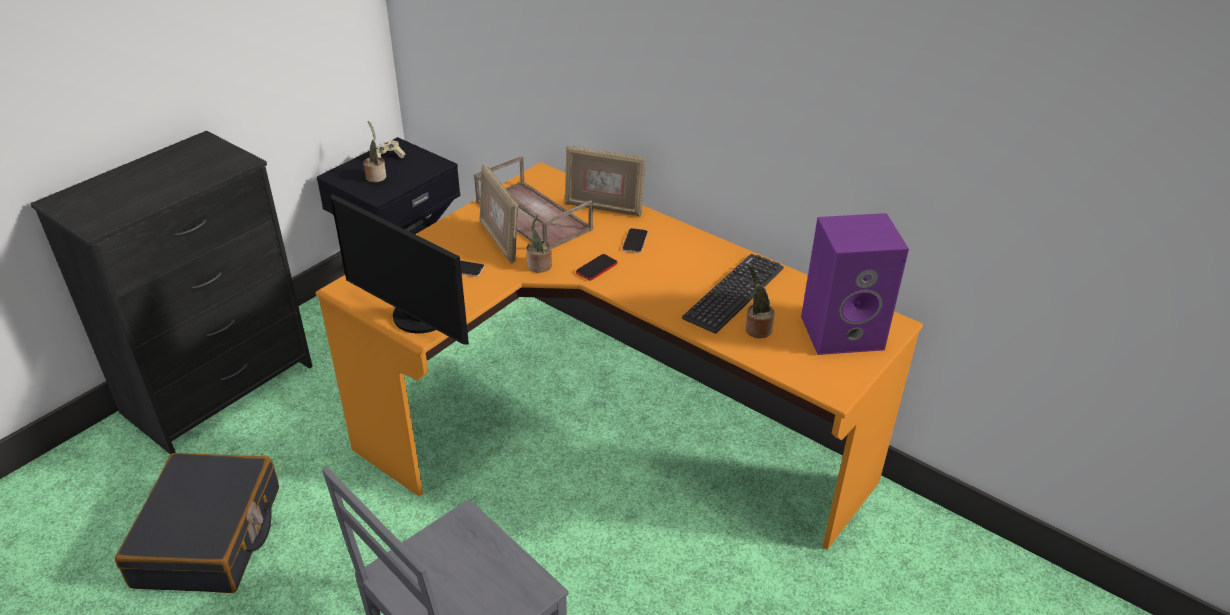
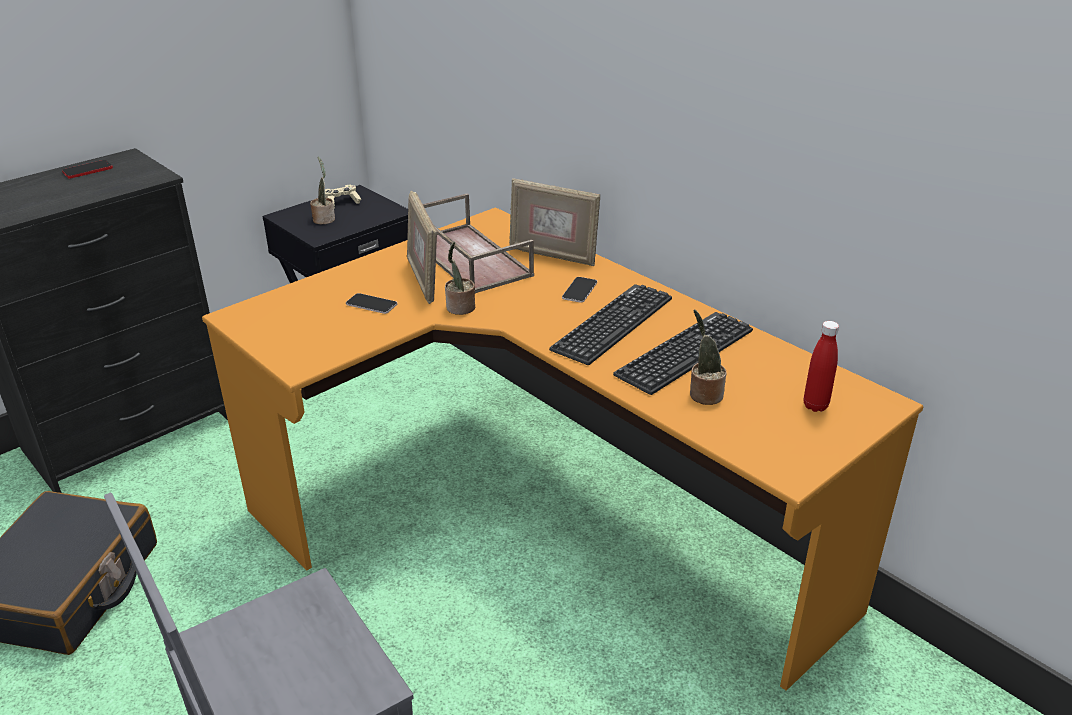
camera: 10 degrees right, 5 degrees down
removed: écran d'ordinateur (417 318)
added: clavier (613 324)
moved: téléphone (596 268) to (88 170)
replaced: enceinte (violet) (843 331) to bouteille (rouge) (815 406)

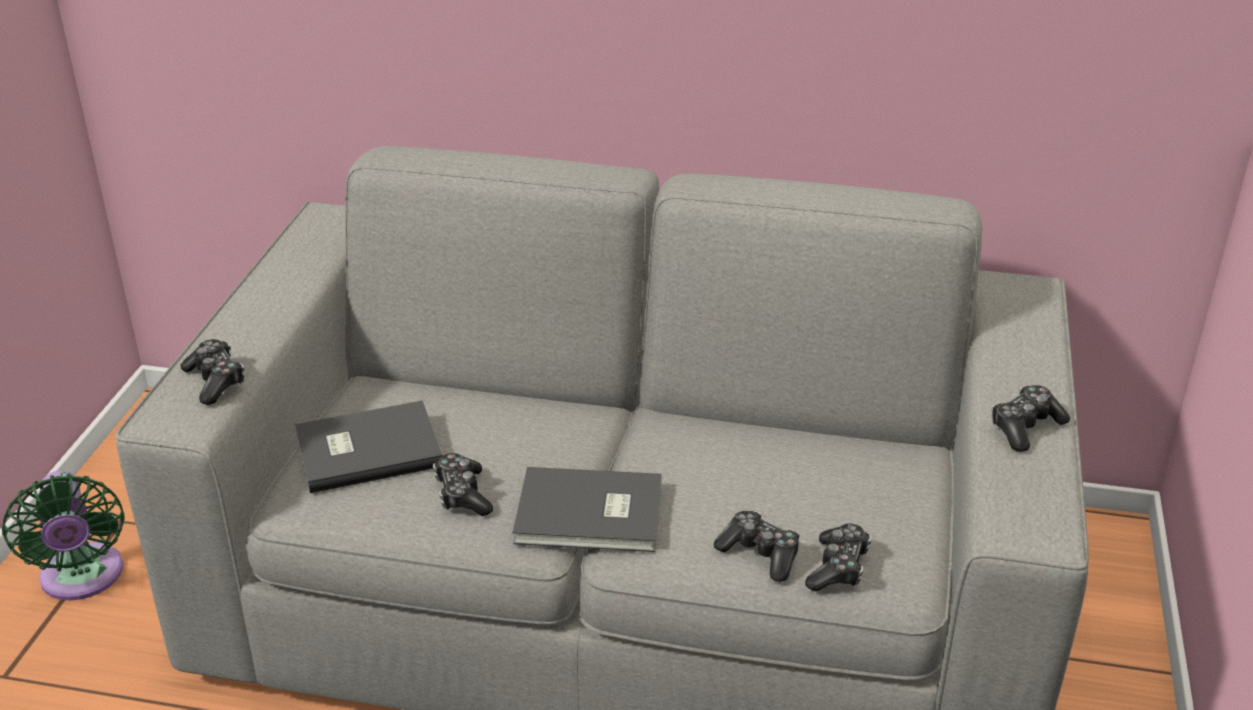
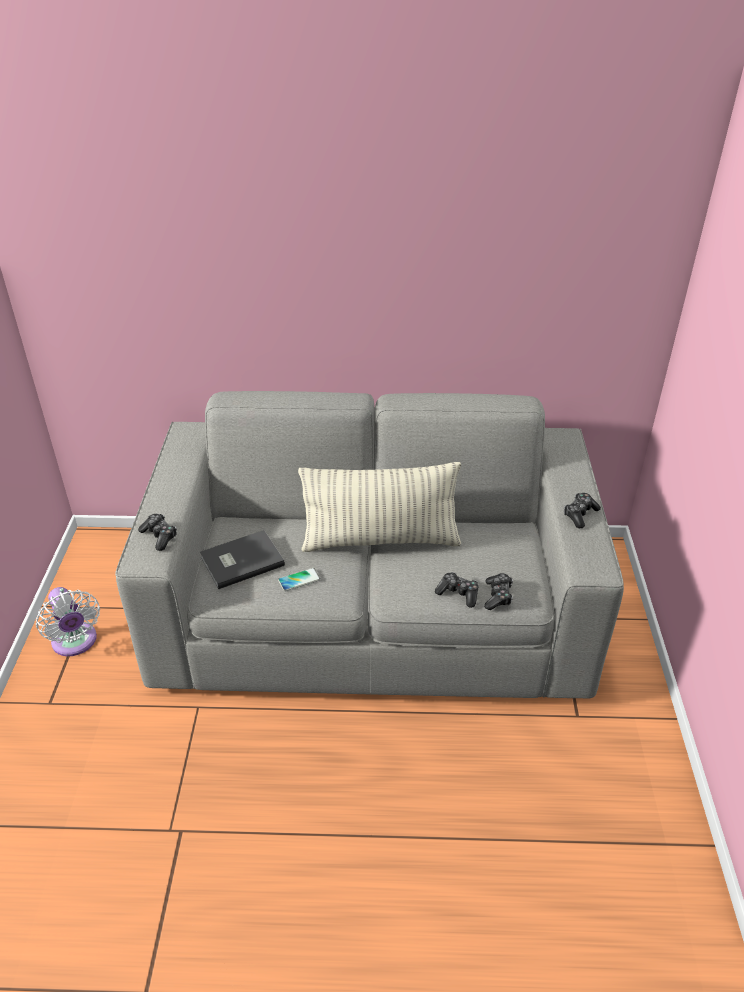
camera: 10 degrees left, 5 degrees up
removed: livre (gris) (591 516)
added: coussin (380 540)
replaced: manette (462 494) to téléphone (299 580)
recoloured: ventilateur (vert) (82 579) to ventilateur (blanc) (75 643)

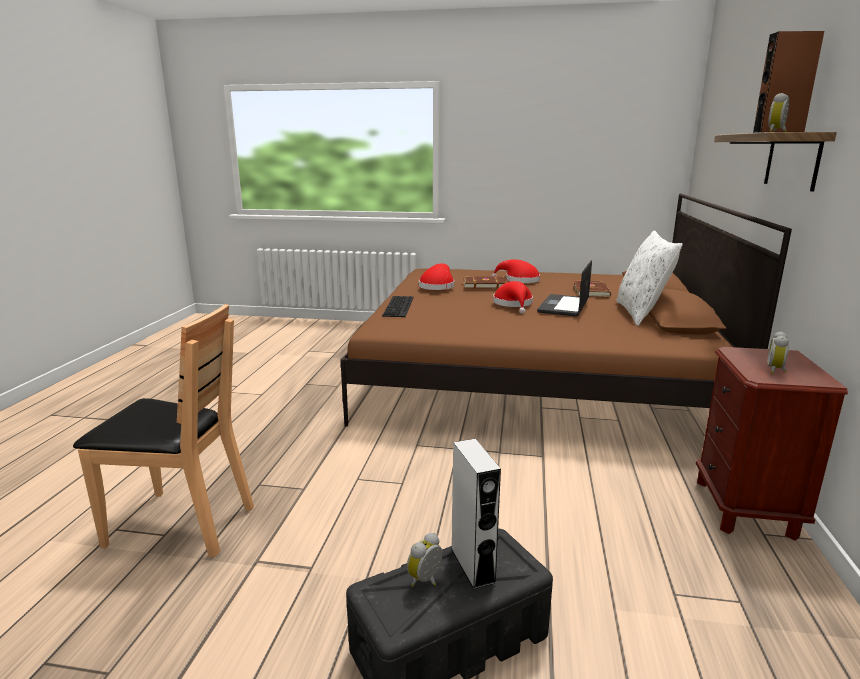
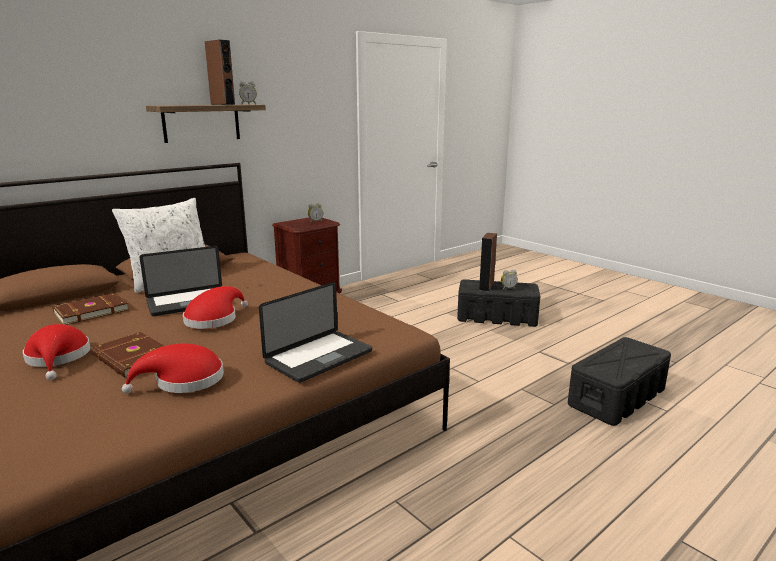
camera: 140 degrees left, 0 degrees up
replaced: clavier (400 306) to ordinateur portable (319 357); chaise (marron) (181 524) to boîte de rangement (noir) (617 397)
recoloured: enceinte (gris) (472 565) to enceinte (marron) (486 286)

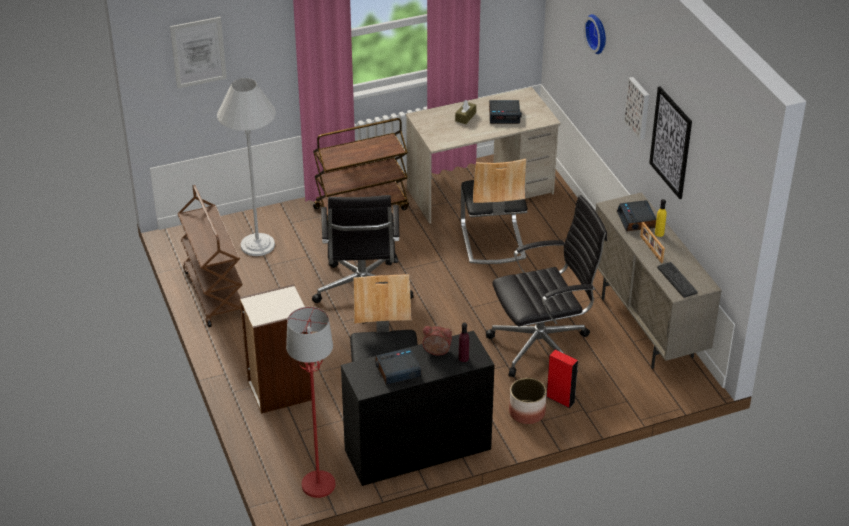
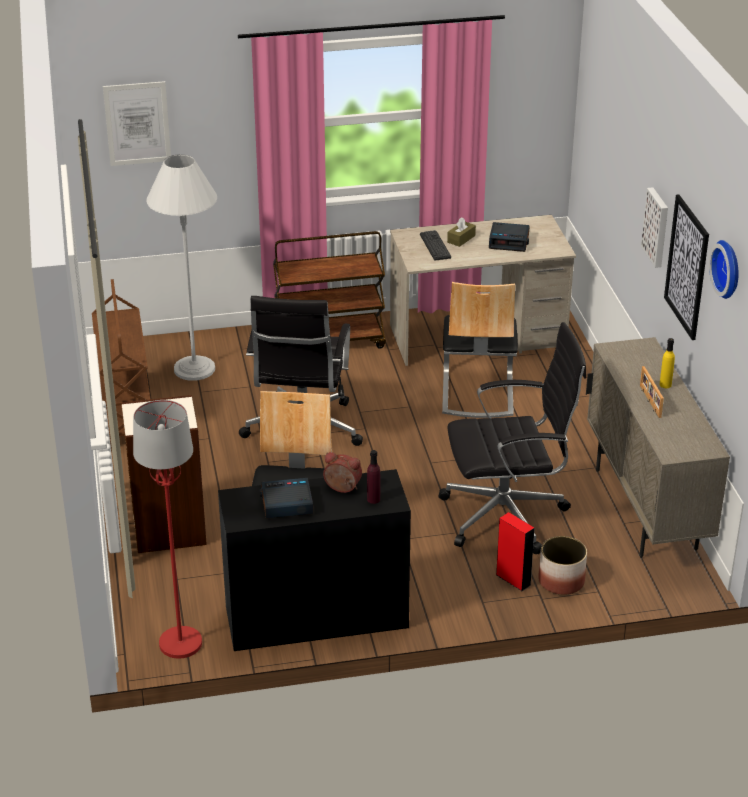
camera: 10 degrees right, 5 degrees down
removed: réveil (637 220)
moved: horloge murale (598 33) to (729 268); clavier (677 280) to (435 246); cache-pot (526 413) to (561 581)

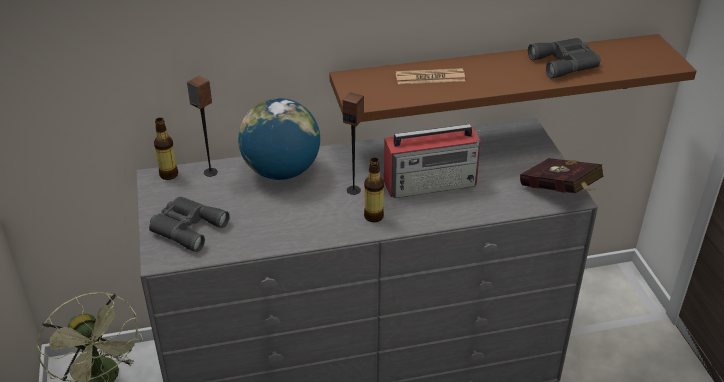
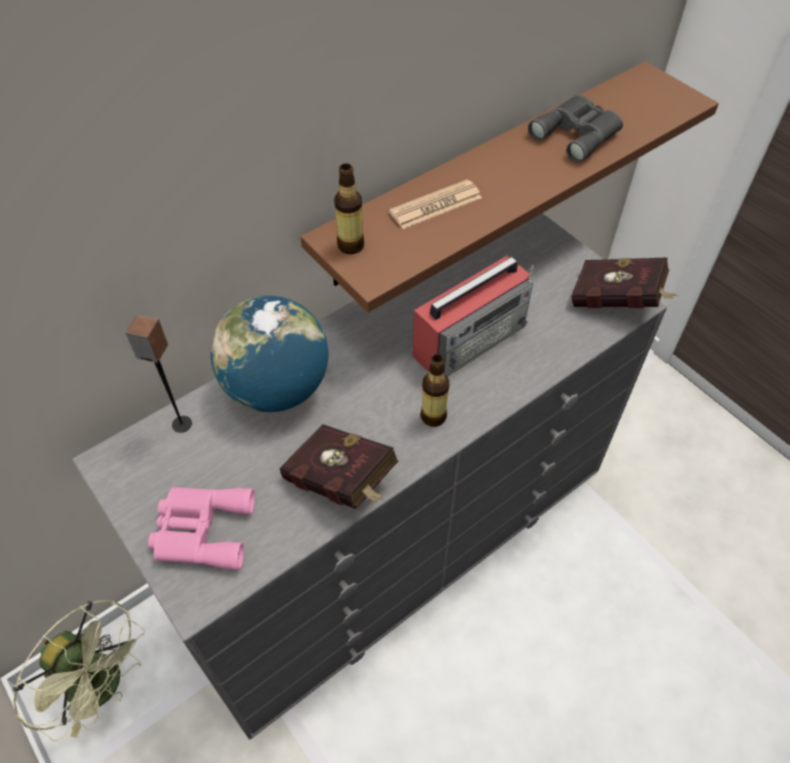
camera: 25 degrees left, 15 degrees up
removed: enceinte (354 190)
added: livre (rouge) (342 483)
moved: bouteille (168 175) to (350 245)
recoloured: jumelles (gris) (186 227) to jumelles (rose) (201 530)

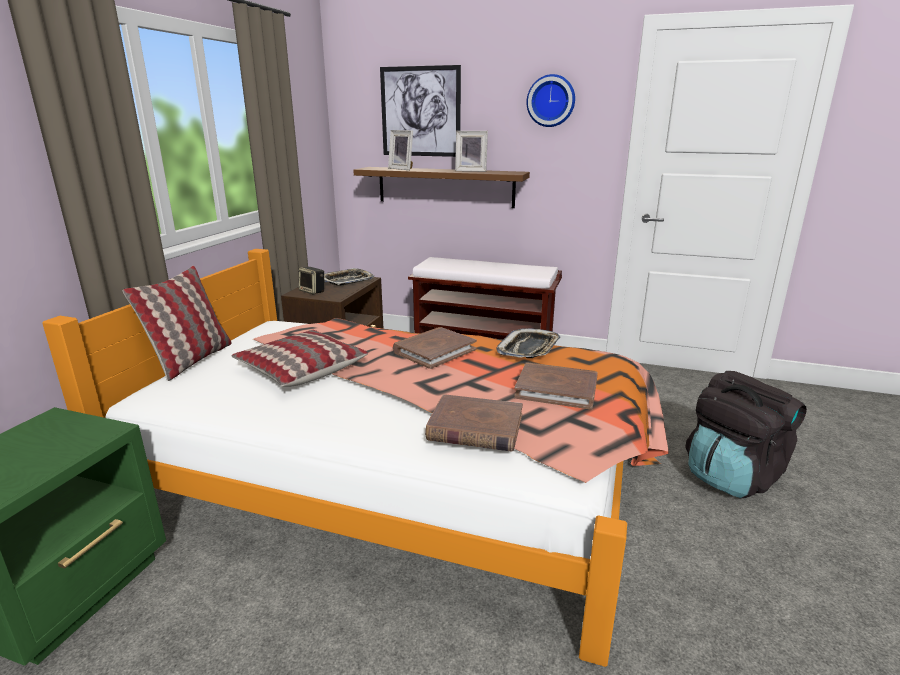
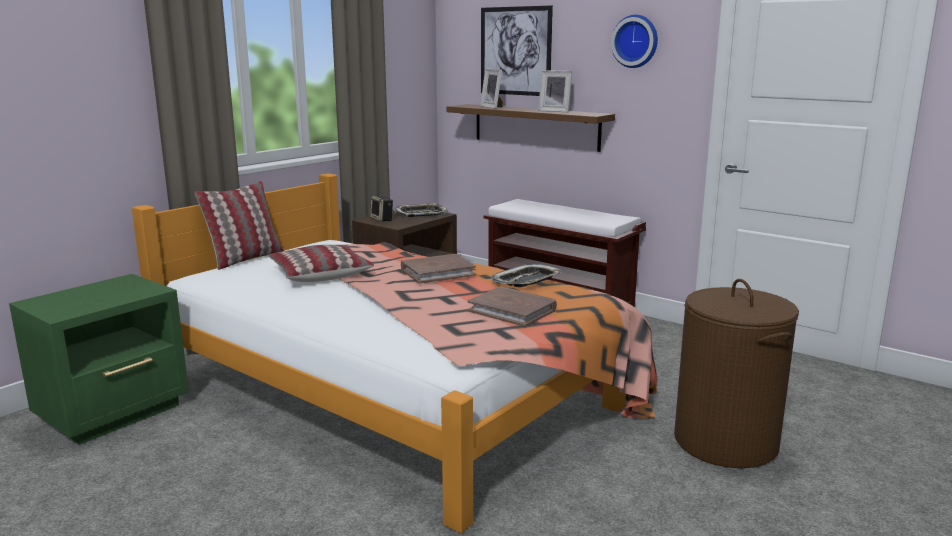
camera: 20 degrees right, 5 degrees down
removed: livre (marron) (475 427)
replaced: sac à dos (noir) (732 476) to panier à linge (marron) (726 442)

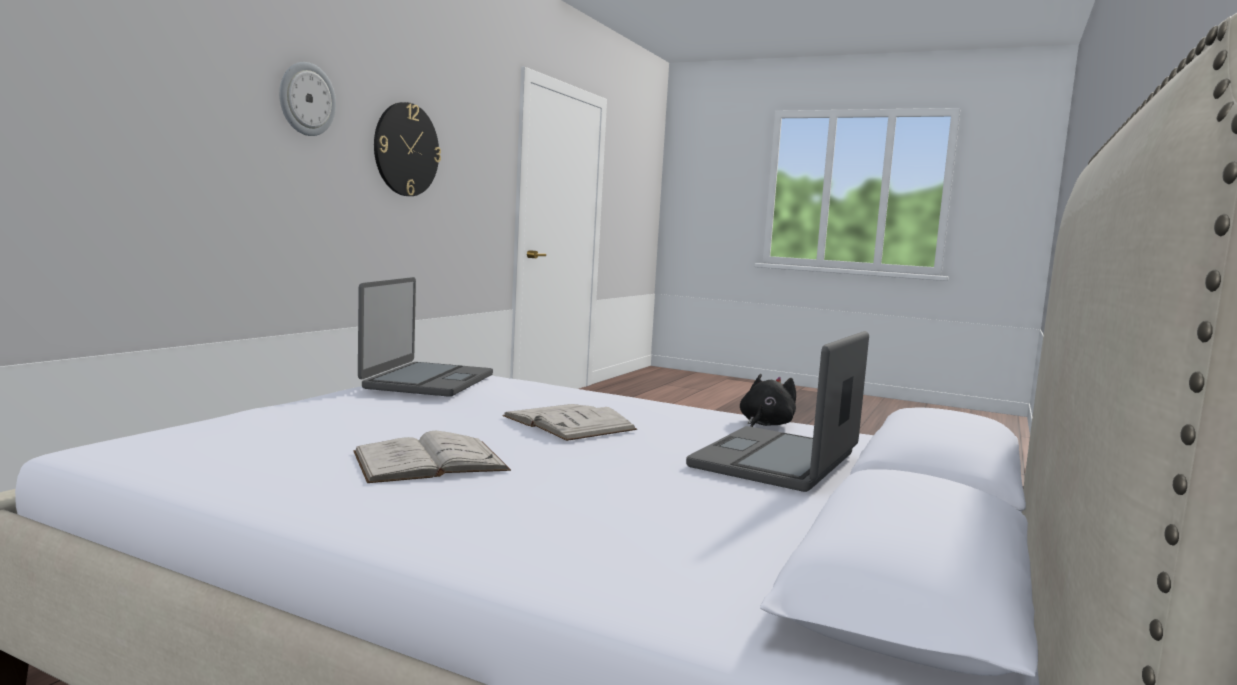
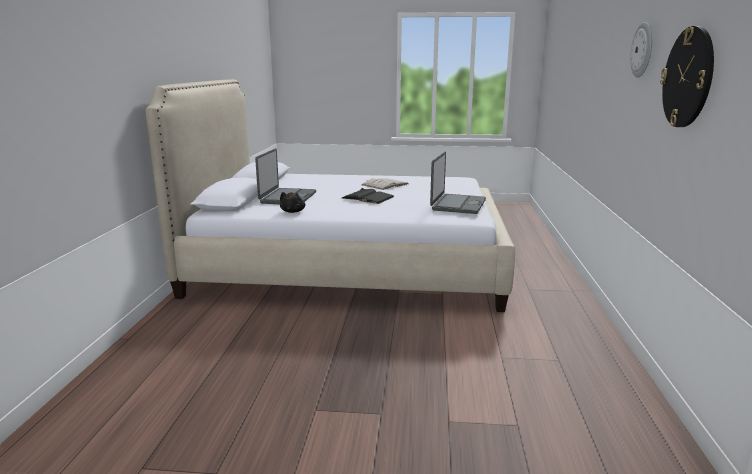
camera: 160 degrees right, 10 degrees up
recoloured: livre (blanc) (568 423) to livre (noir) (367 197)
turned: ordinateur portable (427 381) = (457 205) 150 degrees counterclockwise

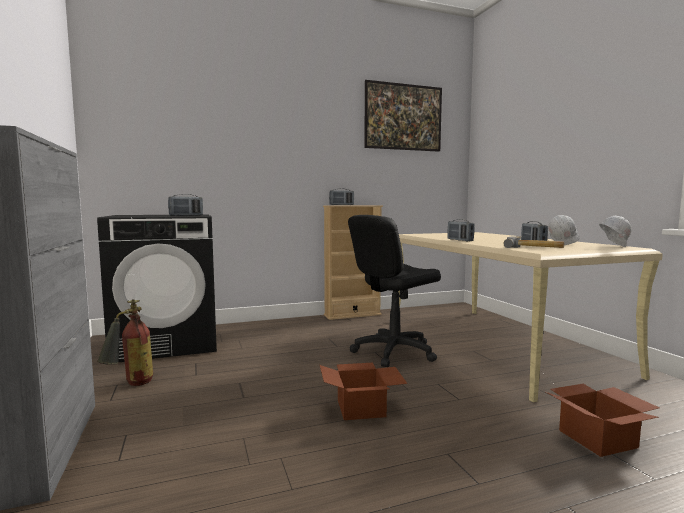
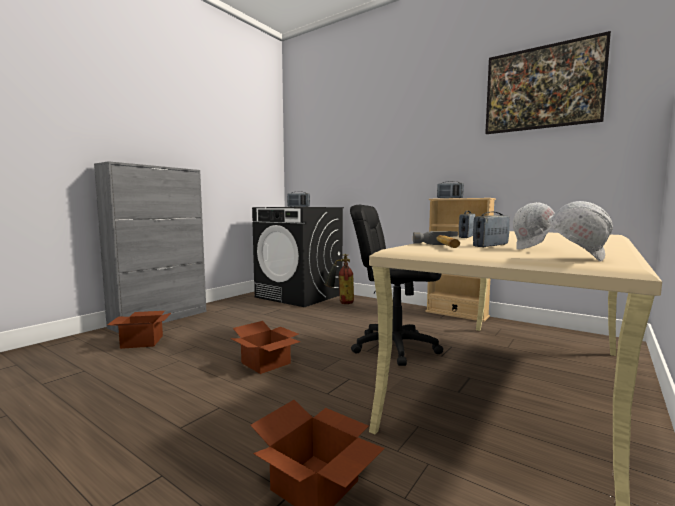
camera: 55 degrees right, 0 degrees up
added: carton (143 341)
moved: extincteur (130 385) to (340 303)

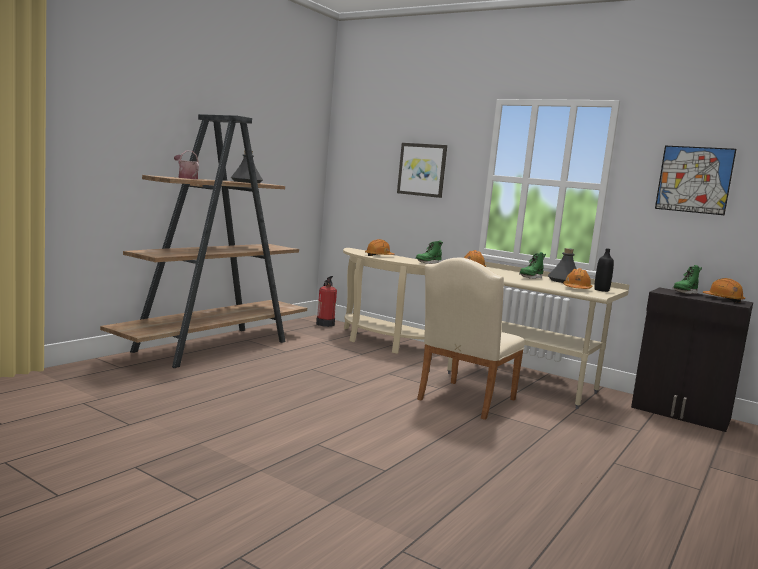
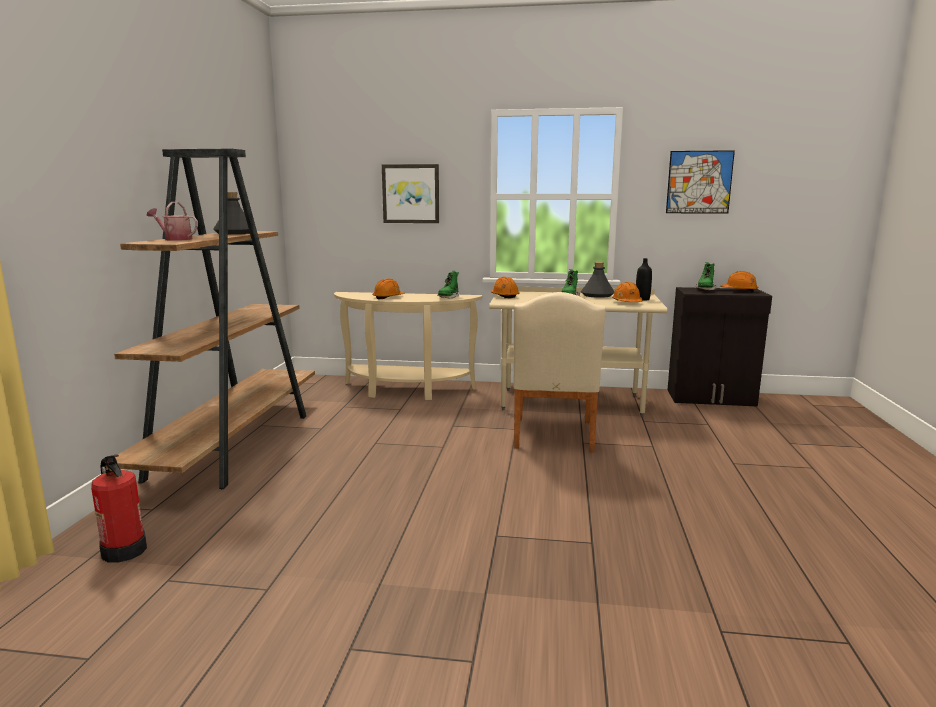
camera: 25 degrees left, 5 degrees up
moved: extincteur (325 324) to (124 550)

